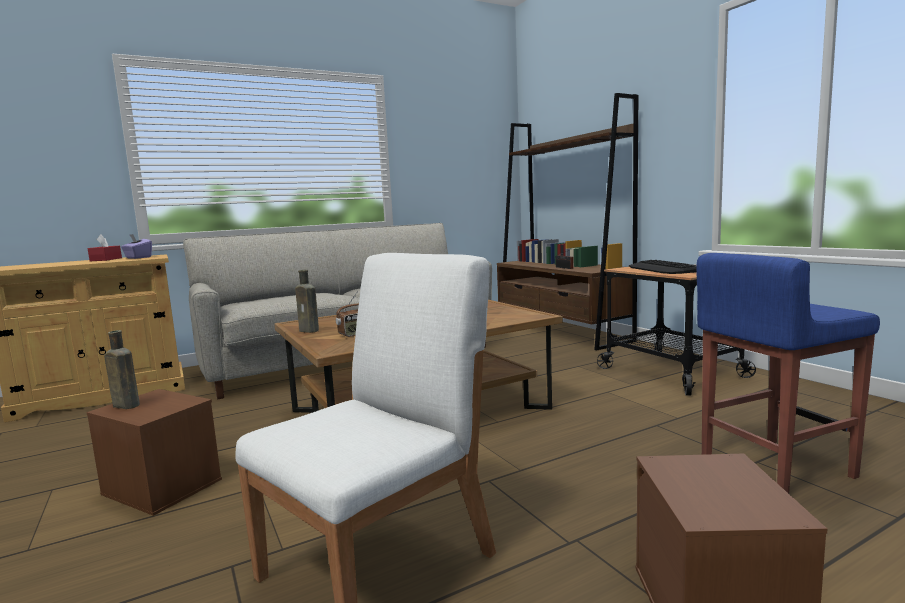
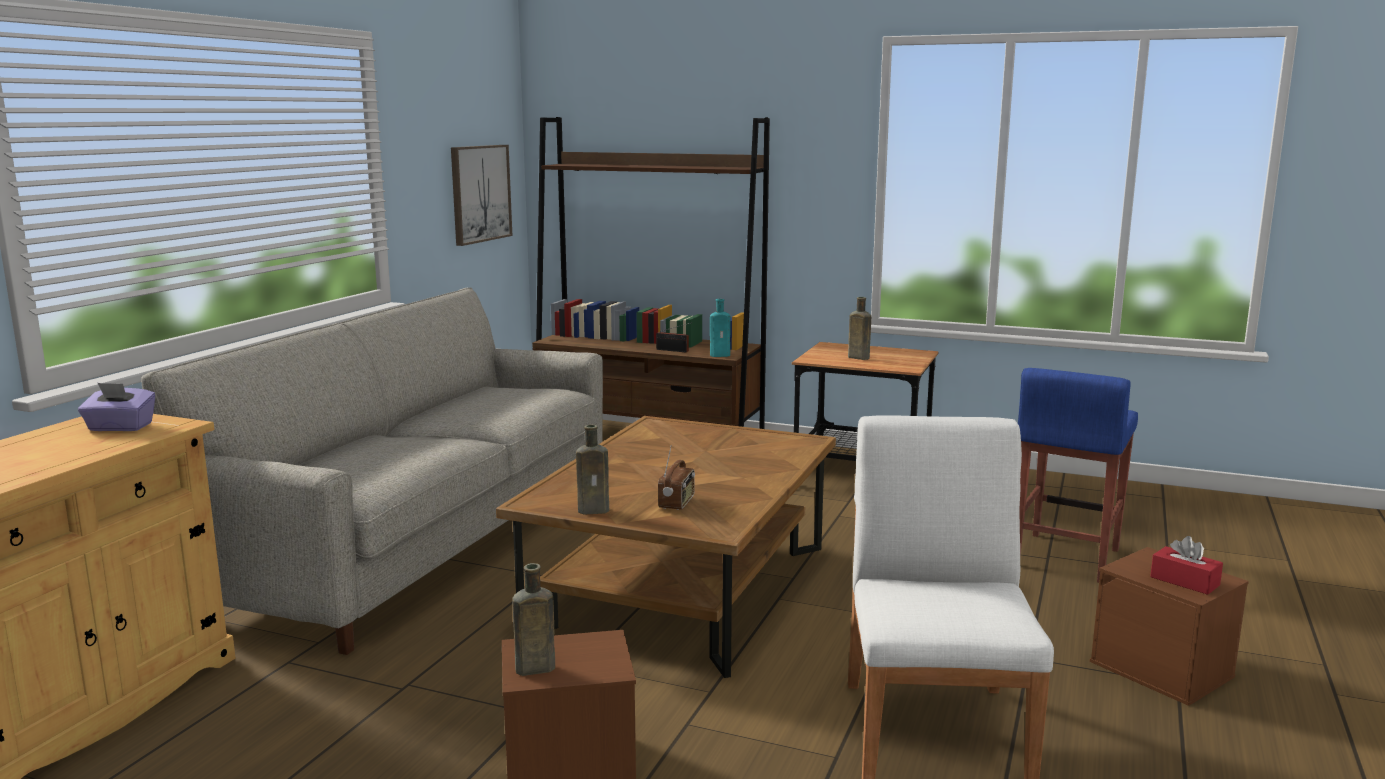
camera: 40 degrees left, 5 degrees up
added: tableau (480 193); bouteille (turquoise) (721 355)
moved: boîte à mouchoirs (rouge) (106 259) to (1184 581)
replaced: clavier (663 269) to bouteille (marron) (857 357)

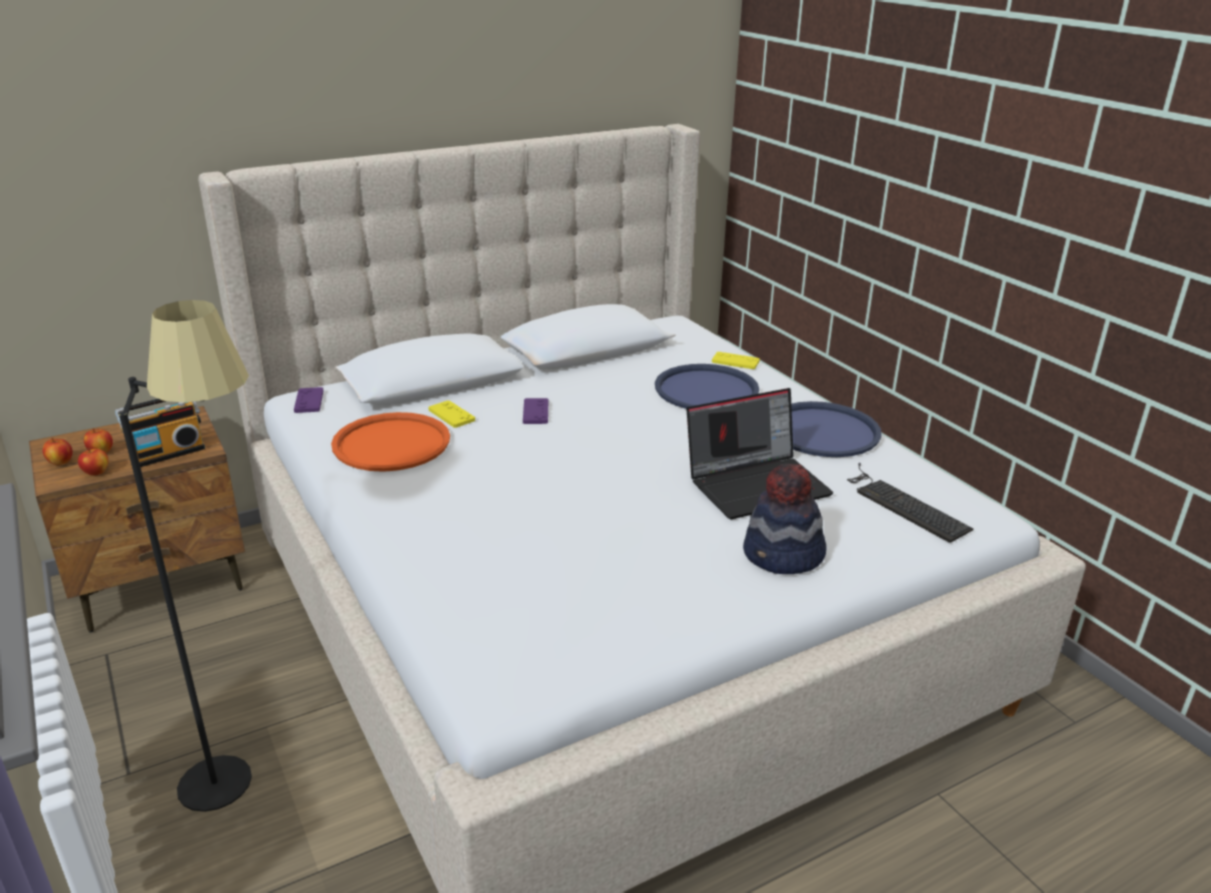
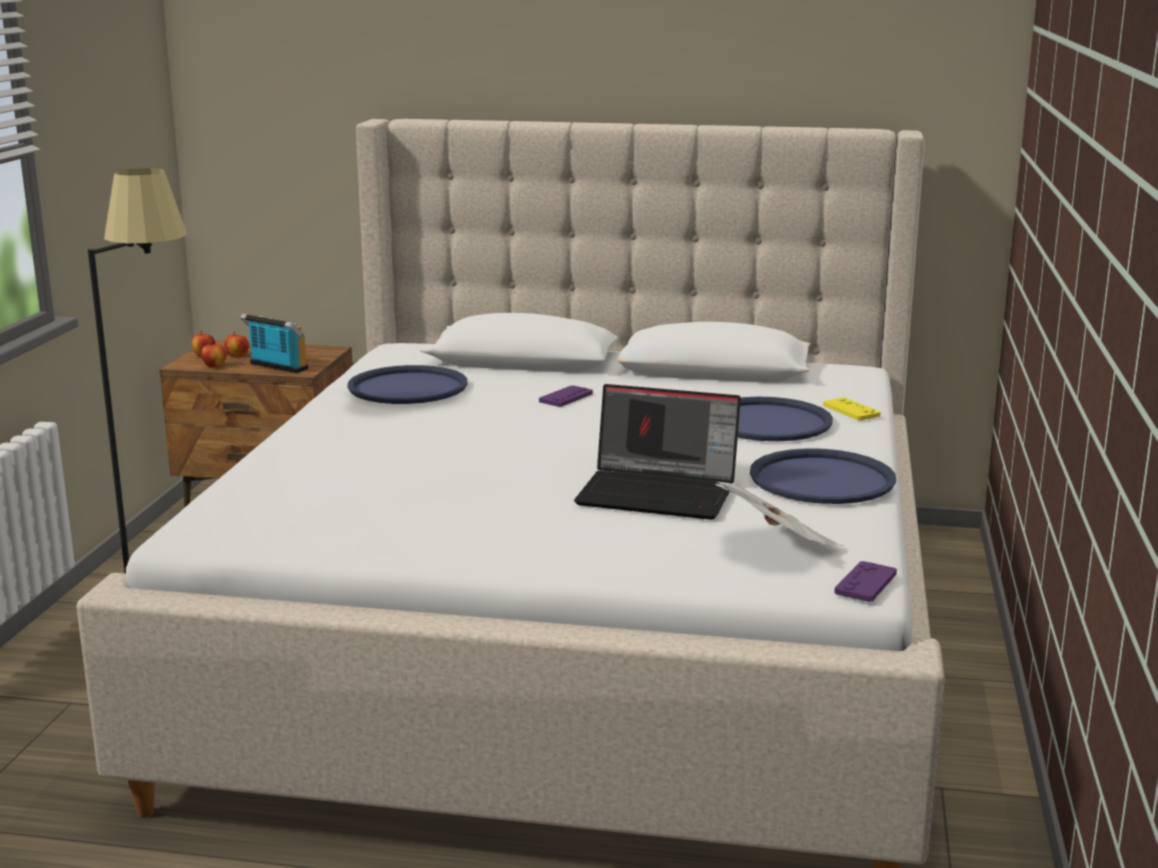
camera: 40 degrees right, 10 degrees down
removed: manette (jaune) (451 415); chapeau (783 556)
moved: manette (violet) (309 401) to (865 583)
replaced: clavier (902 504) to journal (778 547)
recoloured: plateau (orange) (391 443) to plateau (bleu) (407 387)
turned: radio (167 453) = (276 367) 150 degrees counterclockwise

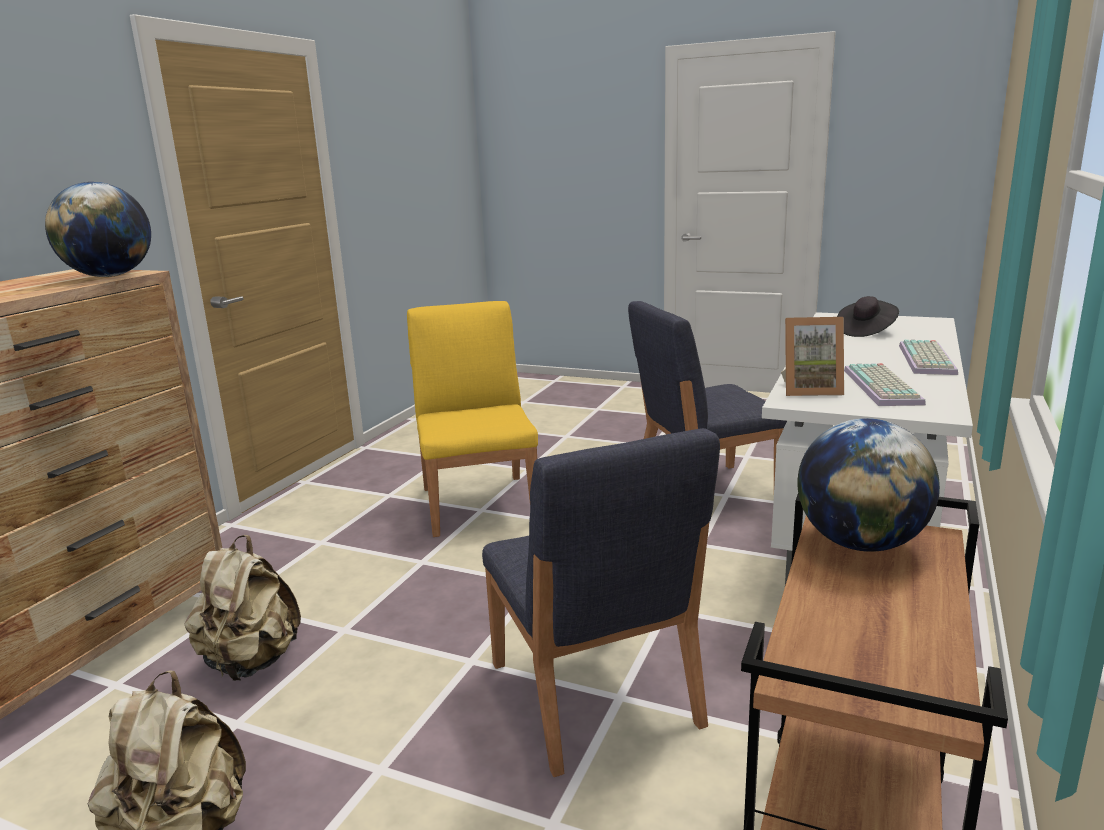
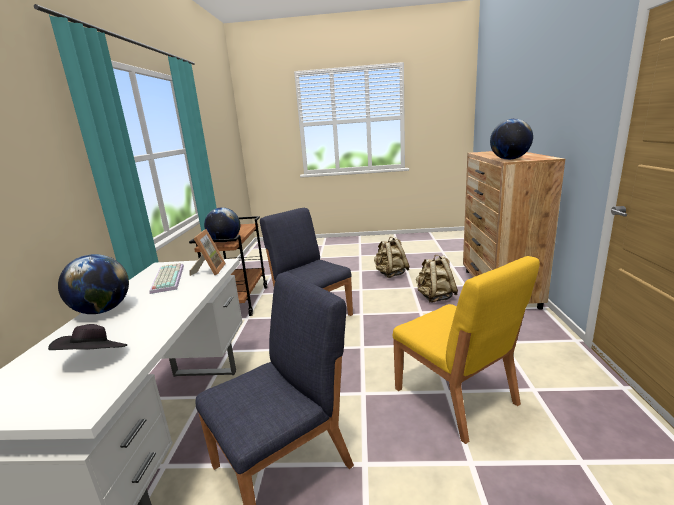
camera: 160 degrees right, 0 degrees up
replaced: clavier (929 359) to globe (102 310)
turned: cadre photo (810 390) = (209 270) 105 degrees clockwise

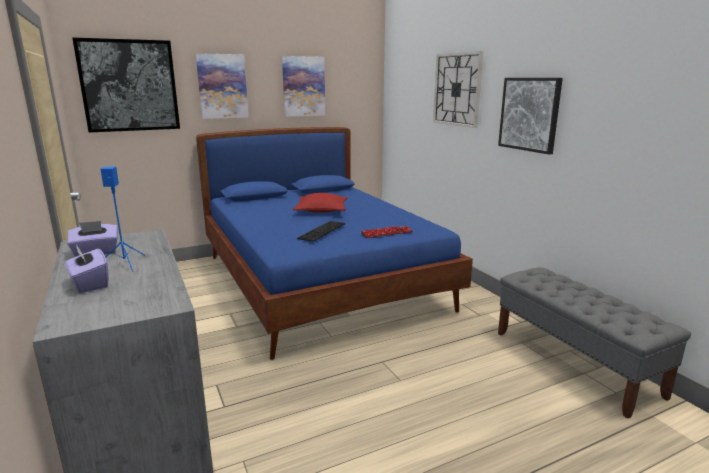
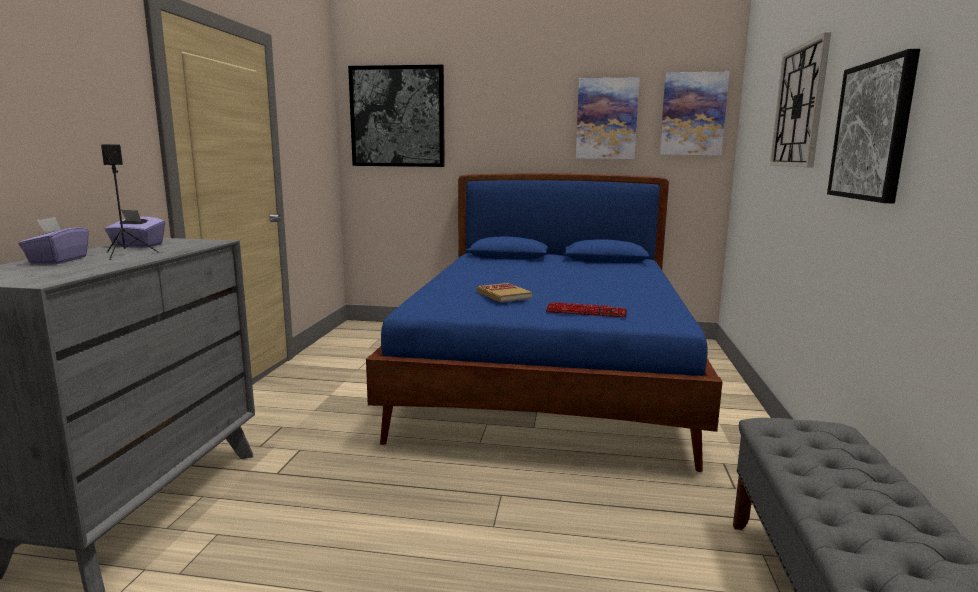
camera: 35 degrees right, 5 degrees down
removed: coussin (rouge) (321 210)
moved: tableau (222 86) to (693 114)
replaced: clavier (322 231) to livre (503 295)
recoloured: enceinte (bleu) (125 263) to enceinte (noir) (126 254)

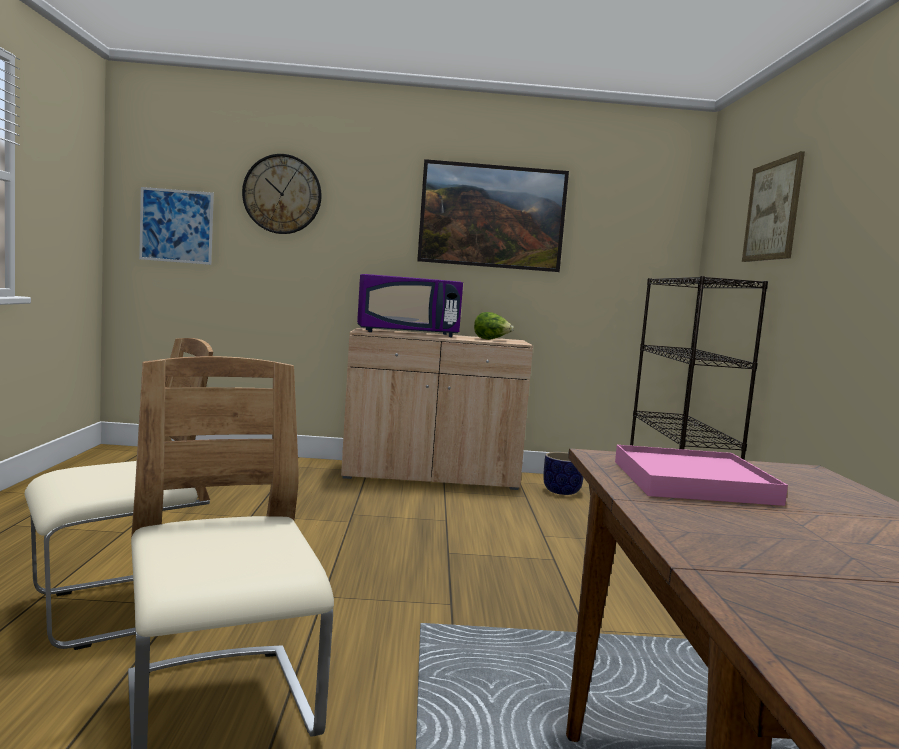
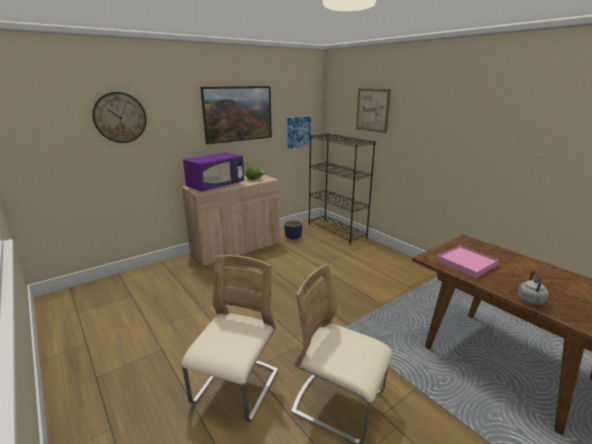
camera: 35 degrees left, 15 degrees up
added: bouilloire (gris) (531 301)
moved: tableau (176 226) to (299 132)

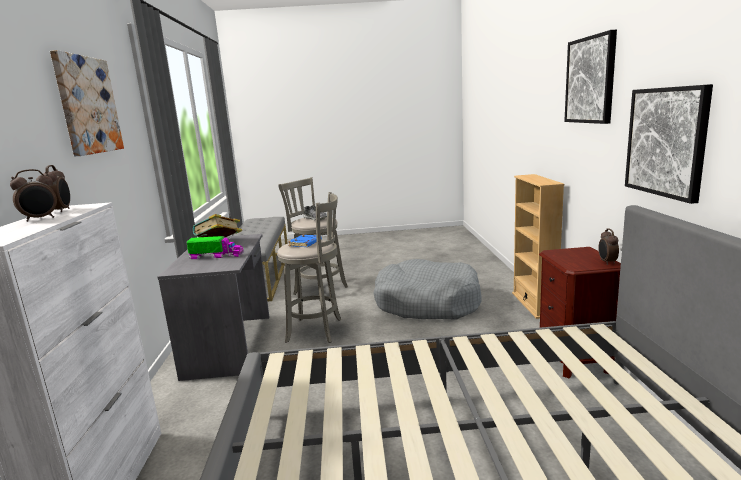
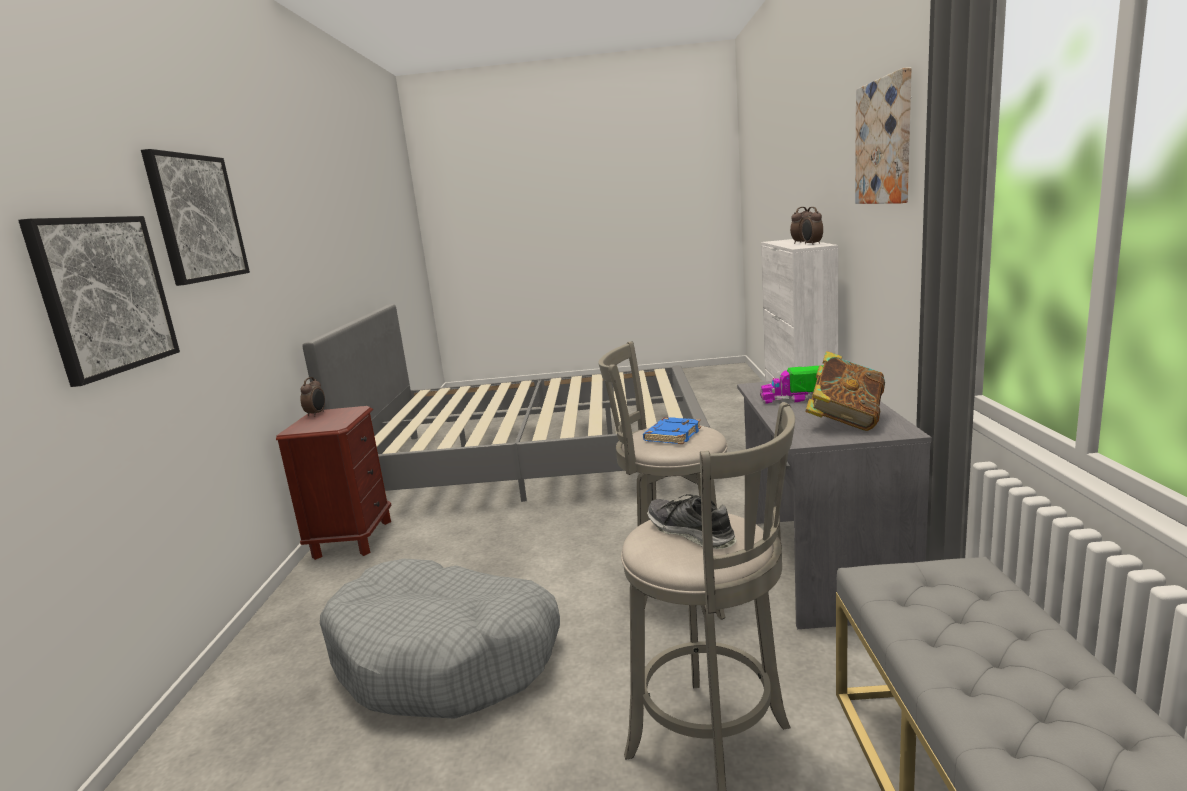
camera: 175 degrees left, 0 degrees up
removed: bibliothèque (beige) (534 304)
moved: tableau (666 141) to (104 295)

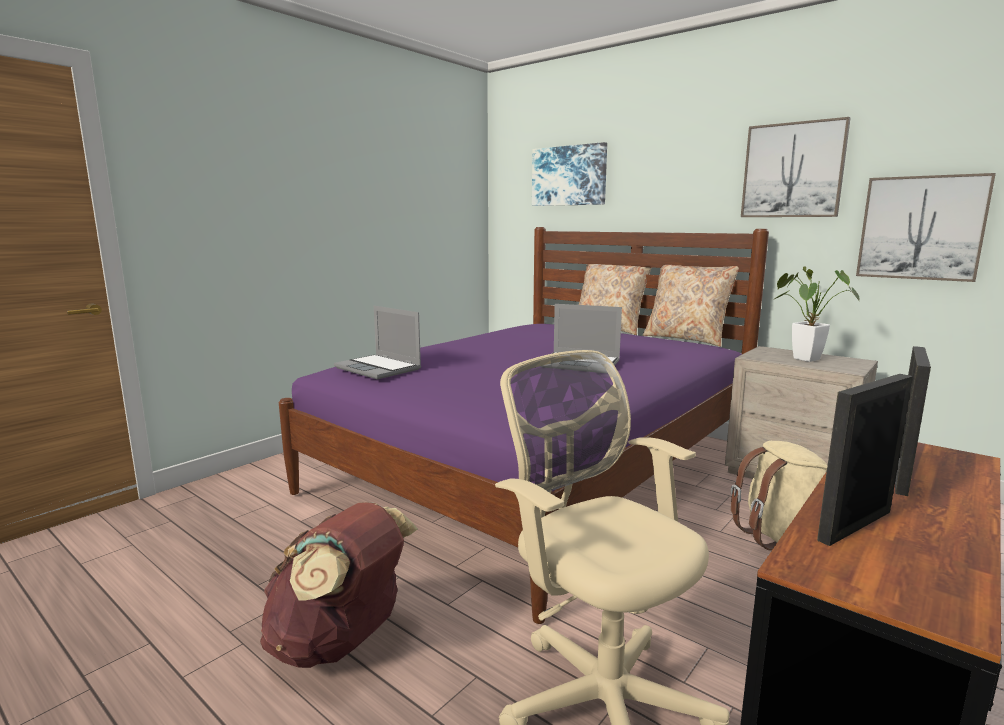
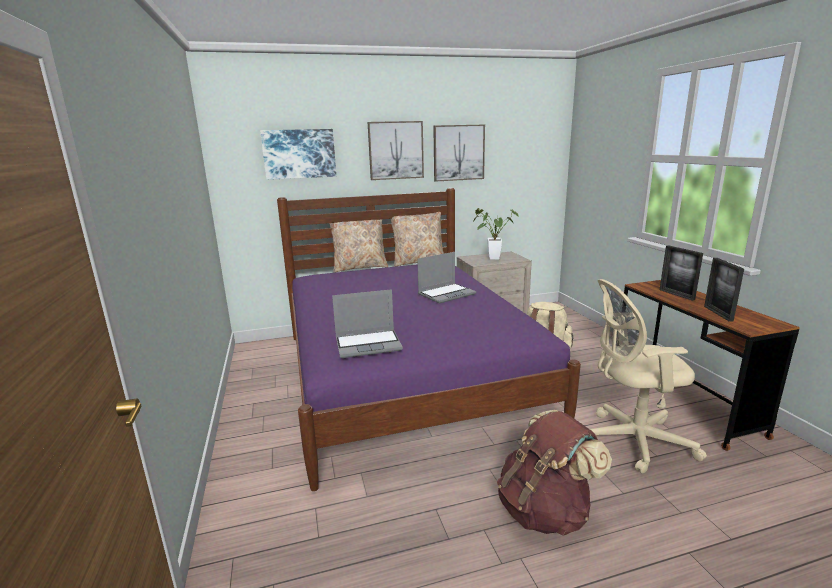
camera: 55 degrees left, 5 degrees up
moved: tableau (921 228) to (396 150)

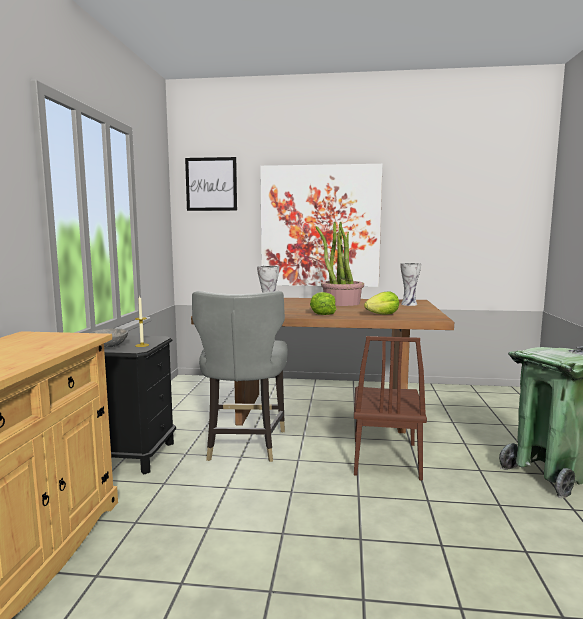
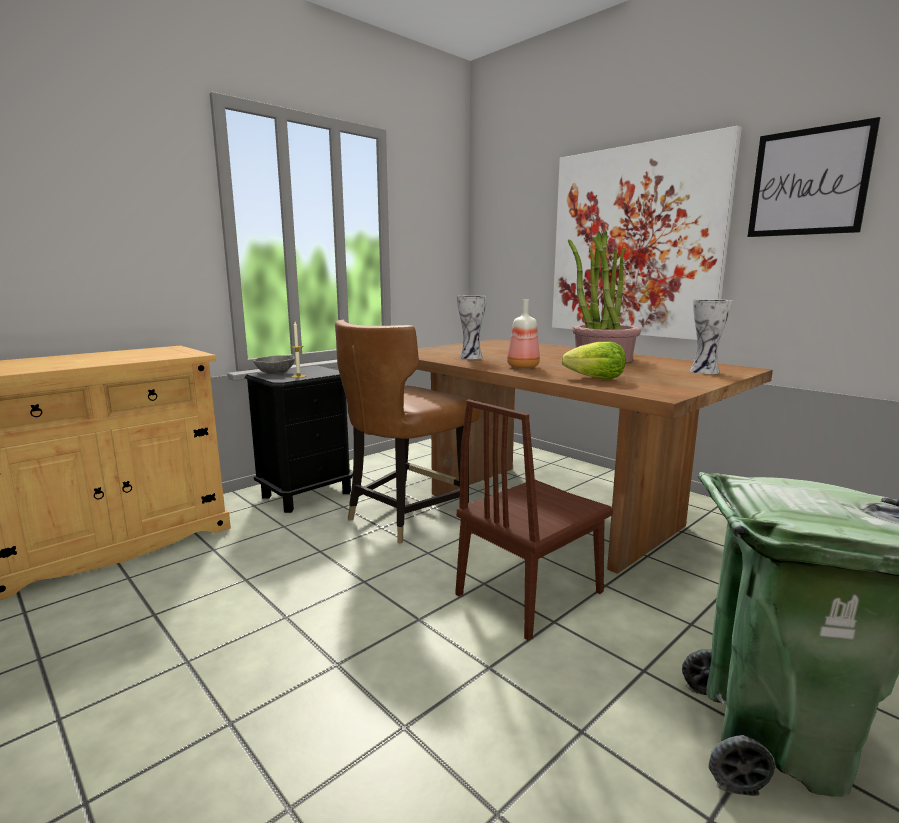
camera: 40 degrees right, 5 degrees up
moved: tableau (211 184) to (808 182)
replaced: laitue (322 313) to bouteille (522 367)
recoloured: chaise (gris) (243 444) to chaise (marron) (405 516)

